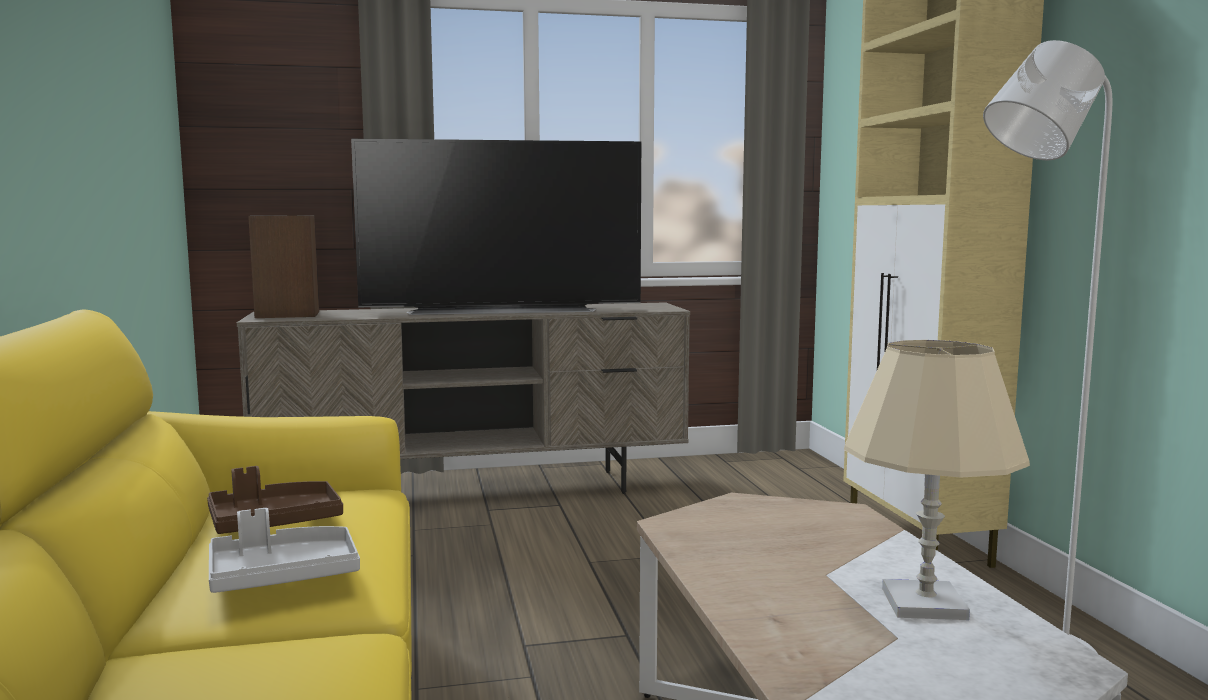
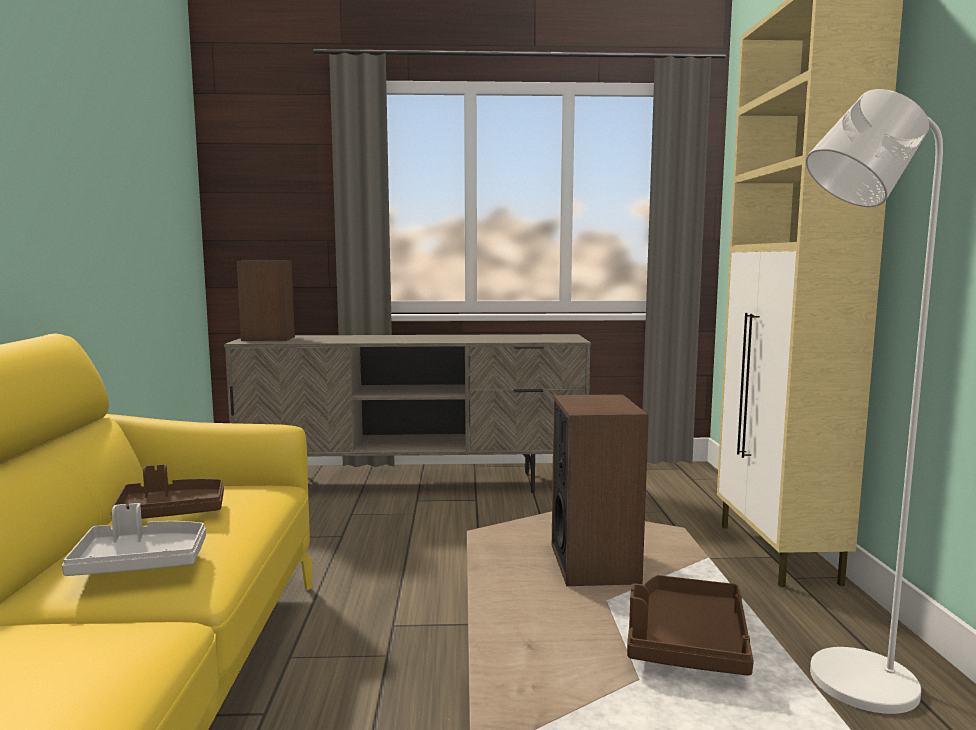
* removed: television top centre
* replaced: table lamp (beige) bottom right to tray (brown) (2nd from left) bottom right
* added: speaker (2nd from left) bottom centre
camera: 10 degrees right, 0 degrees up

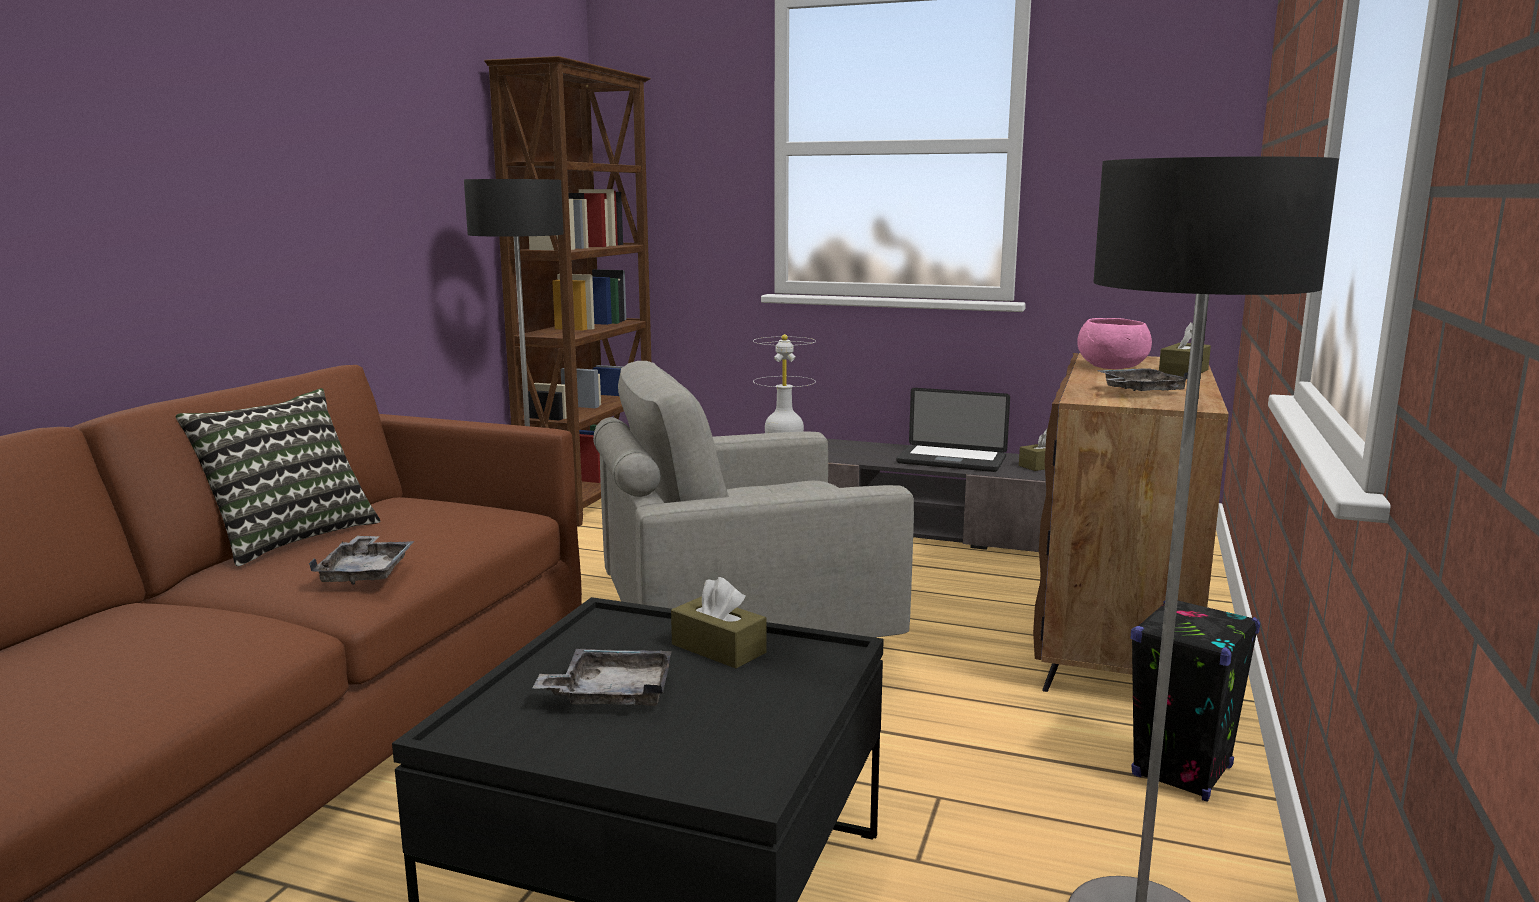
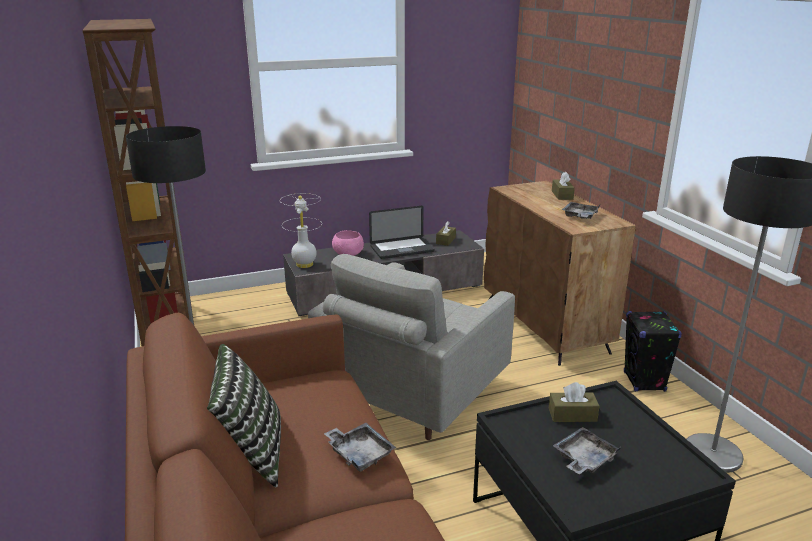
* moved: bowl (pink) middle right to centre
camera: 40 degrees left, 10 degrees up

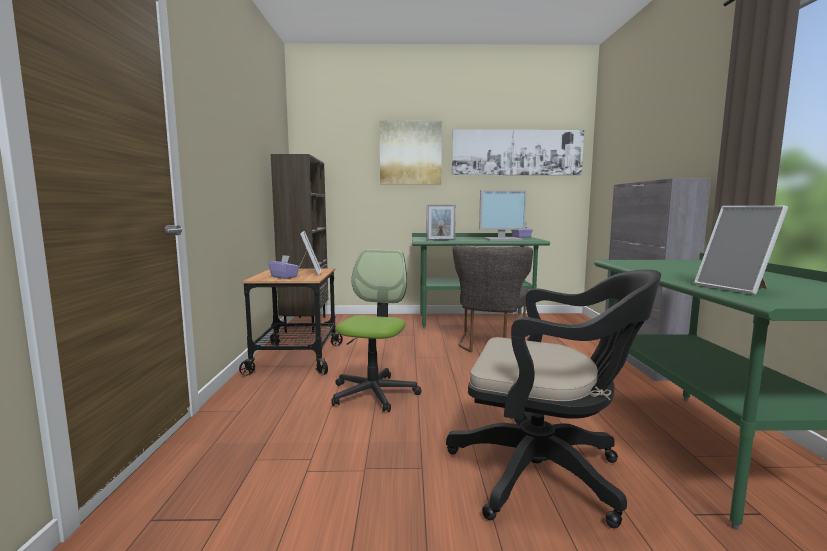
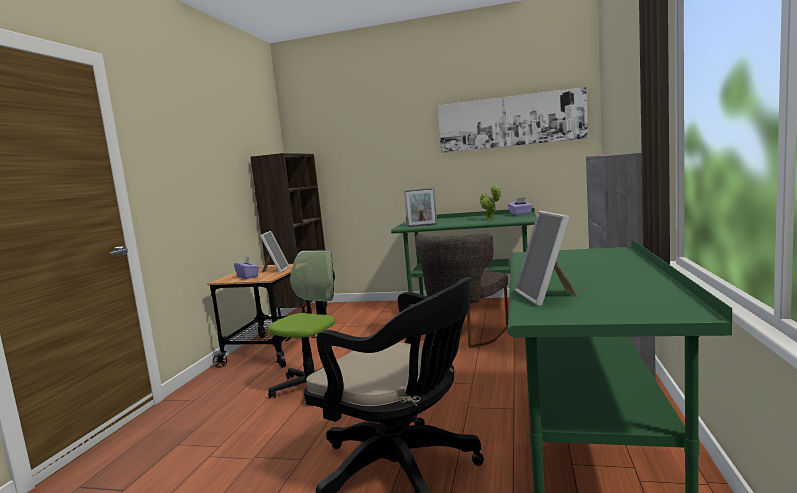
* removed: picture (1st from left) top centre
* replaced: monitor centre to potted plant centre
camera: 15 degrees right, 0 degrees up

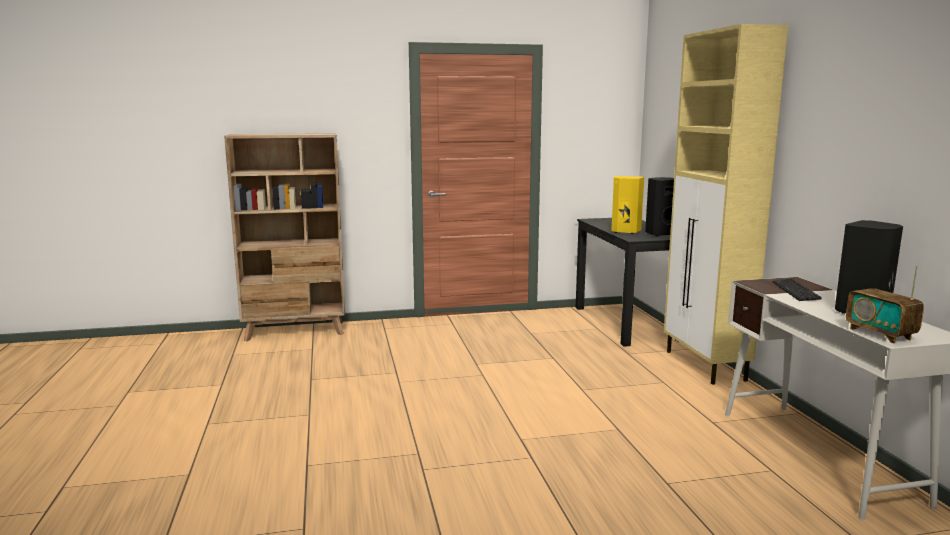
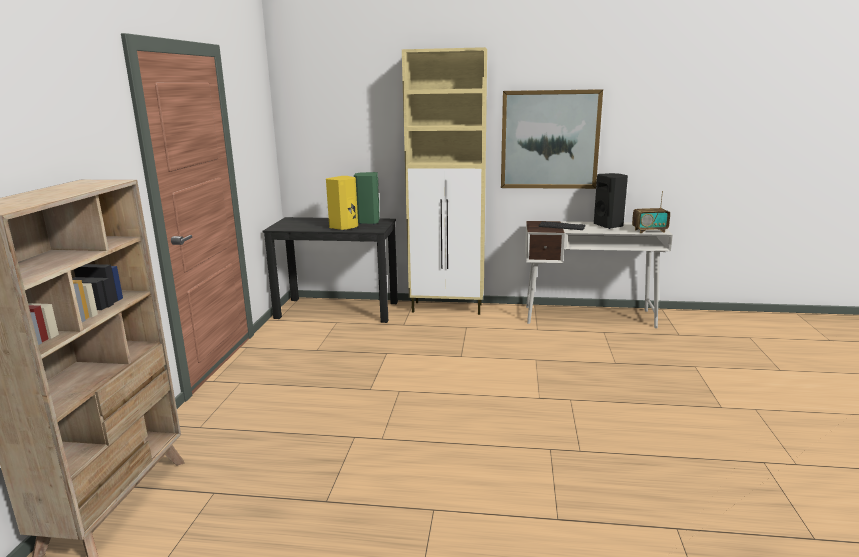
* recoloured: speaker (black) (1st from left) middle right to speaker (green) centre
* added: picture top centre
camera: 70 degrees left, 5 degrees up

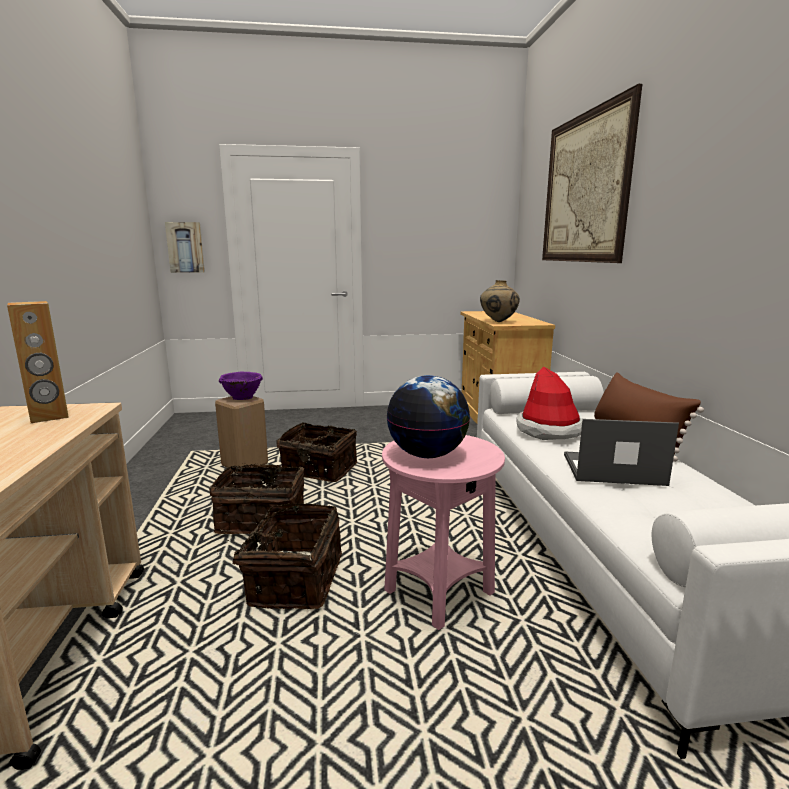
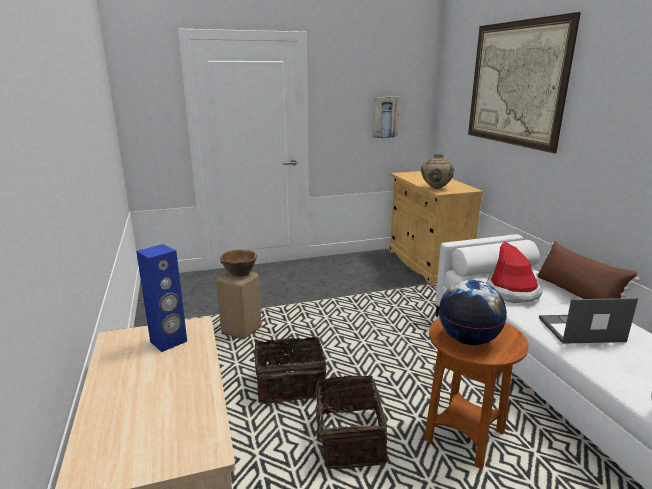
* recoloured: speaker (brown) middle left to speaker (blue) middle left
* moved: picture (1st from left) top left to top centre
* recoloured: bowl (purple) middle left to bowl (brown) centre
* removed: basket (3rd from left) centre
* recoloured: side table (pink) bottom centre to side table (brown) bottom right
camera: 10 degrees left, 5 degrees up

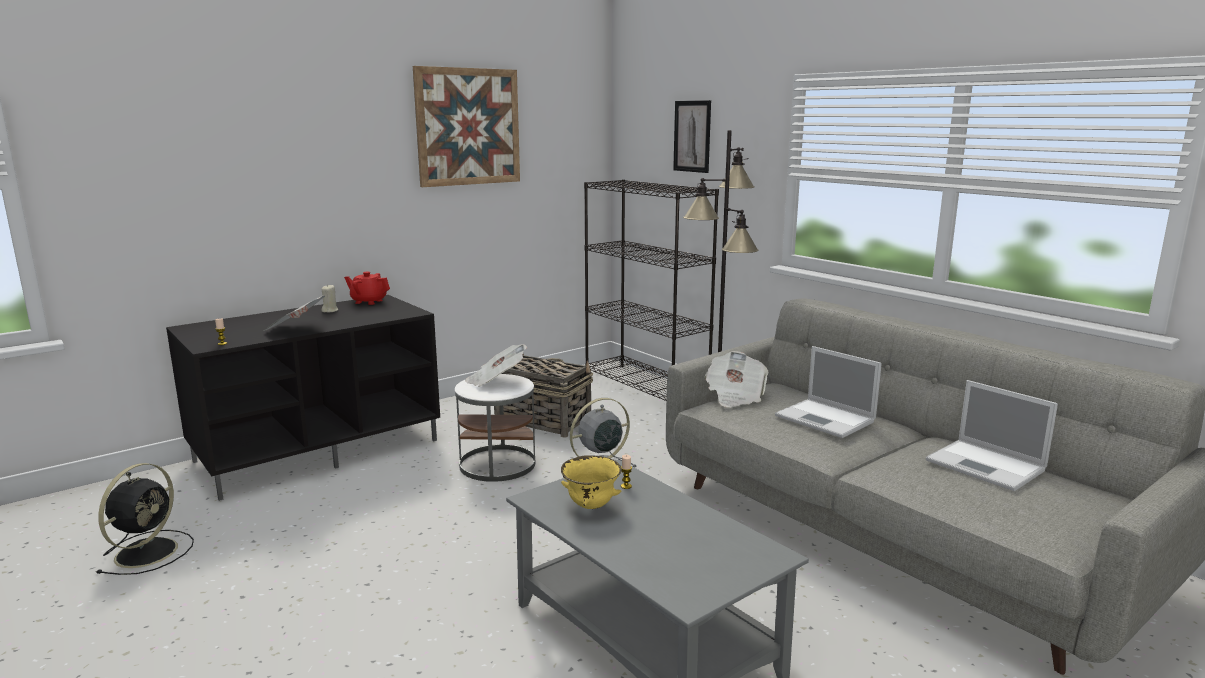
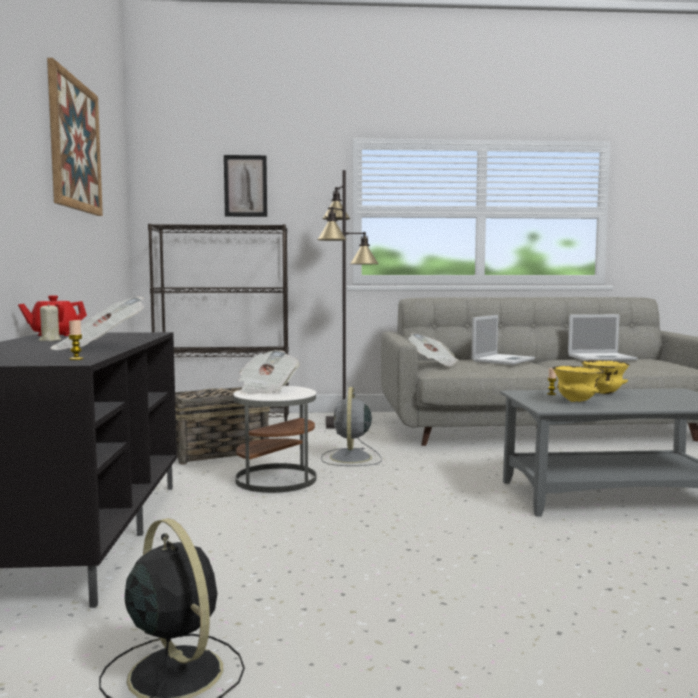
* turned: laptop (1st from left) middle right = middle right 45 degrees counterclockwise
* added: bowl (yellow) (2nd from left) middle right
camera: 55 degrees left, 10 degrees down

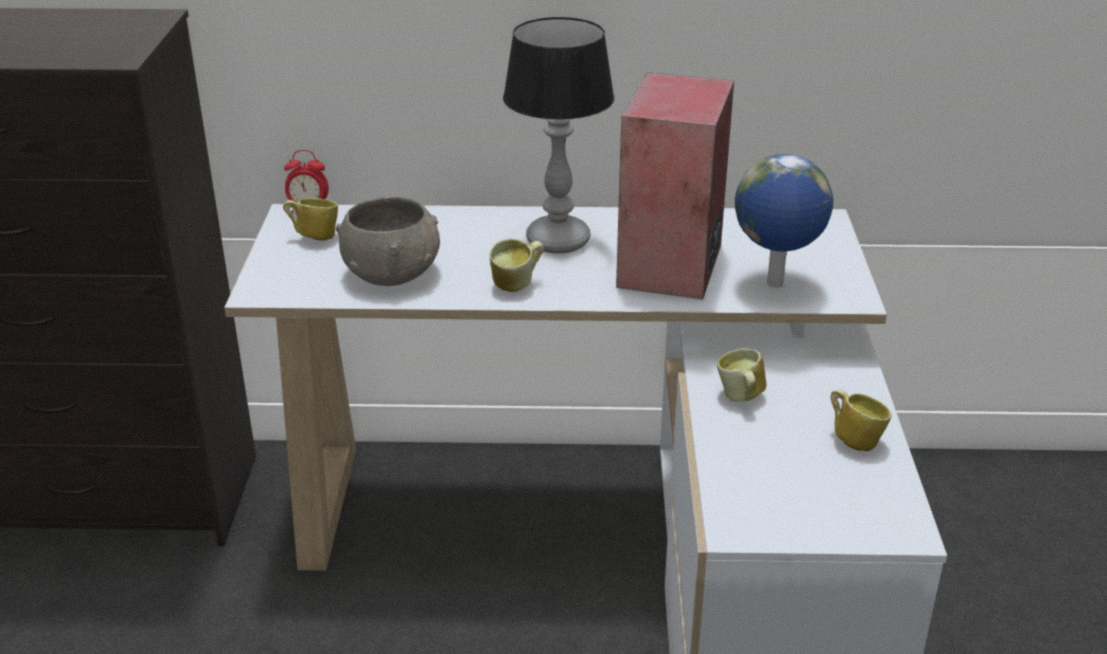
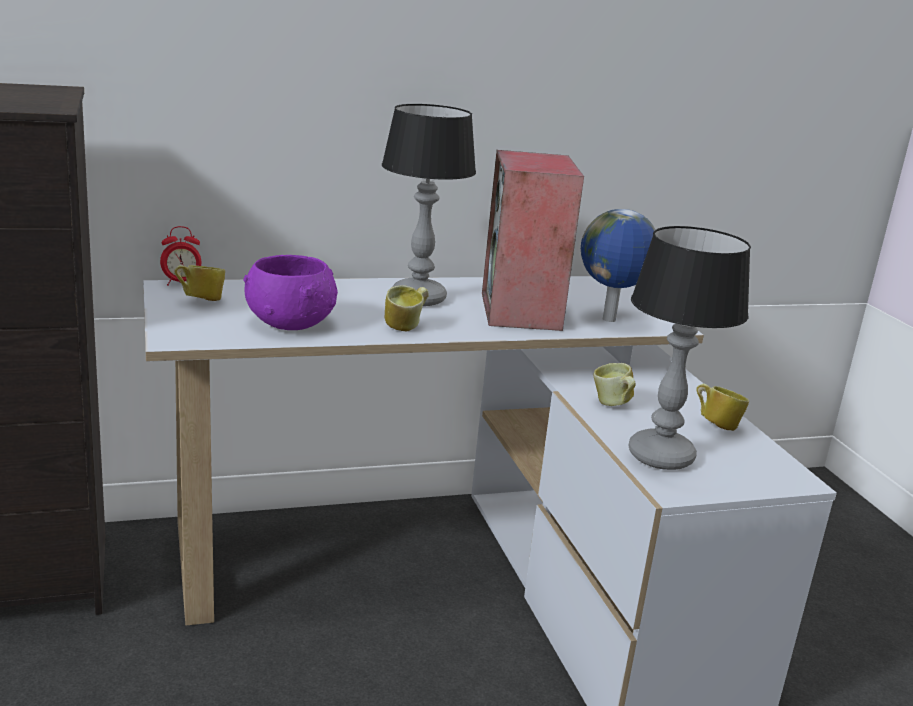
* recoloured: bowl (grey) centre to bowl (purple) middle left
* added: table lamp (2nd from left) middle right
camera: 20 degrees left, 10 degrees down

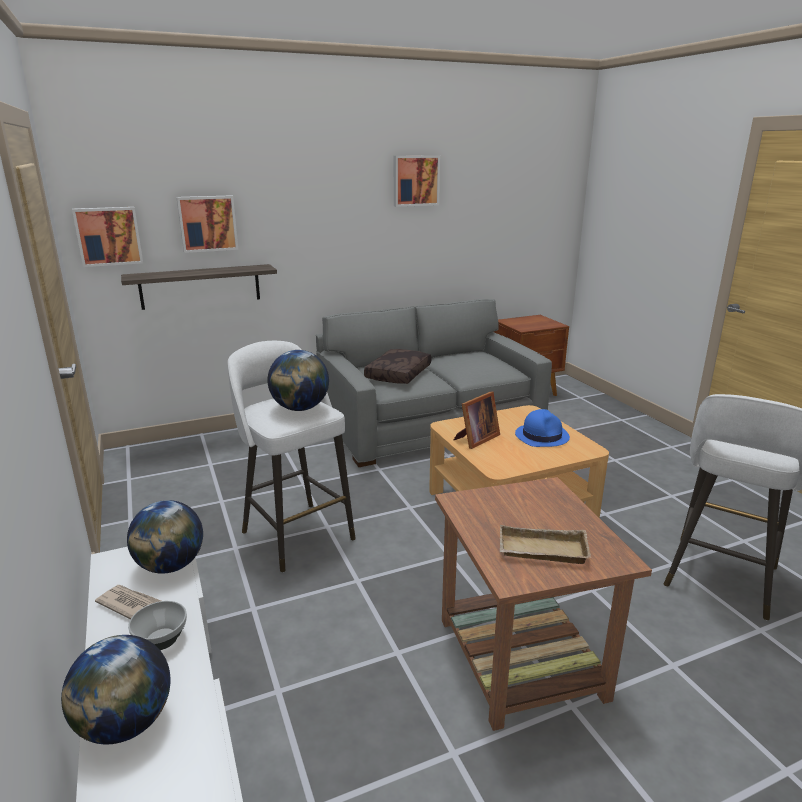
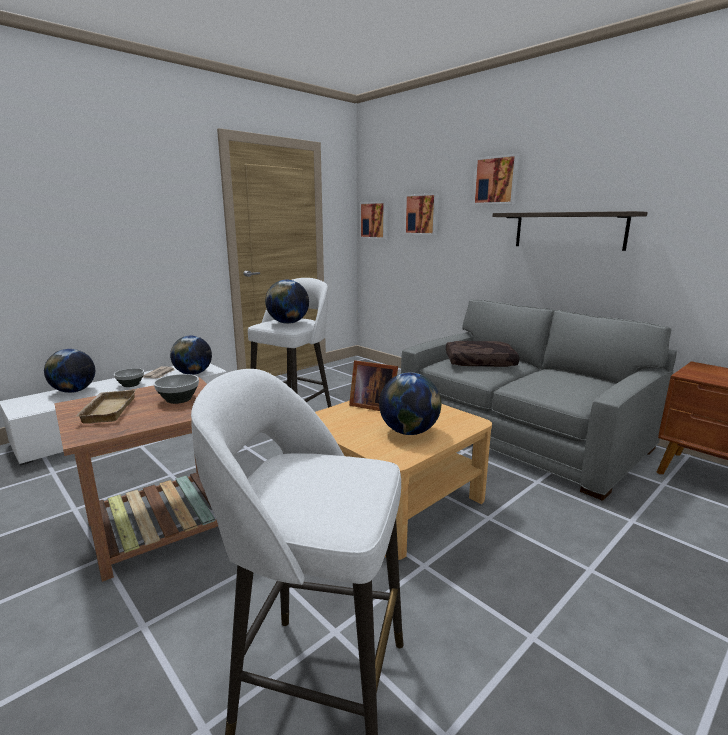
* moved: shelf middle left to top right
* moved: picture (3rd from left) top centre to top right
* replaced: hat (blue) middle right to globe (4th from left) centre
* added: bowl (2nd from left) middle left
camera: 70 degrees right, 5 degrees down

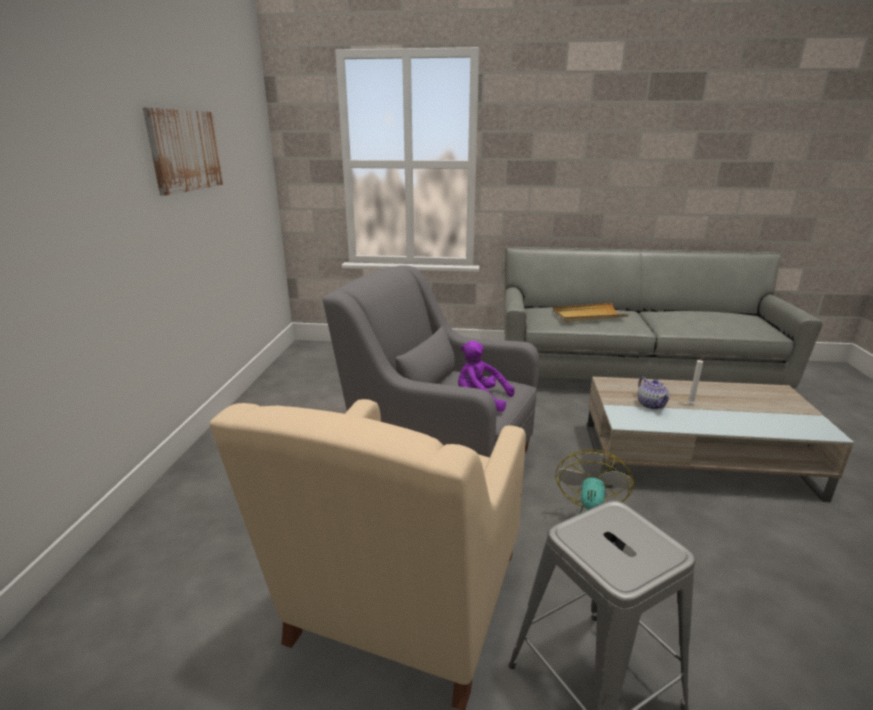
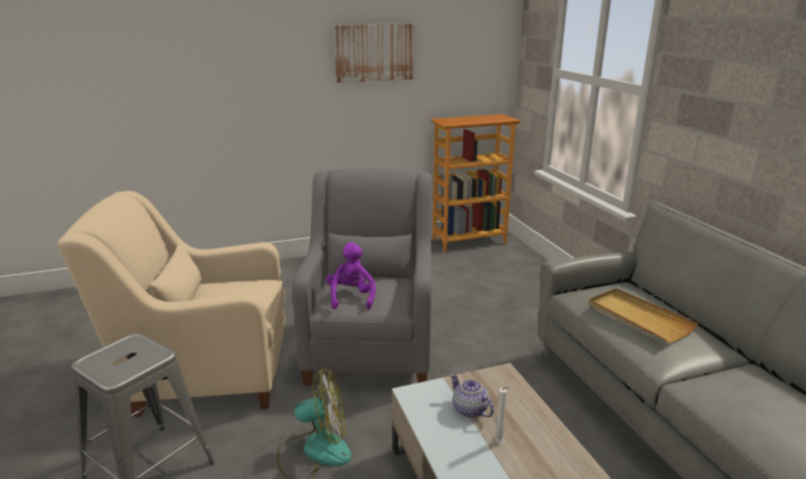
* turned: teapot middle right = bottom centre 90 degrees clockwise
* added: bookcase centre
camera: 65 degrees right, 0 degrees up

